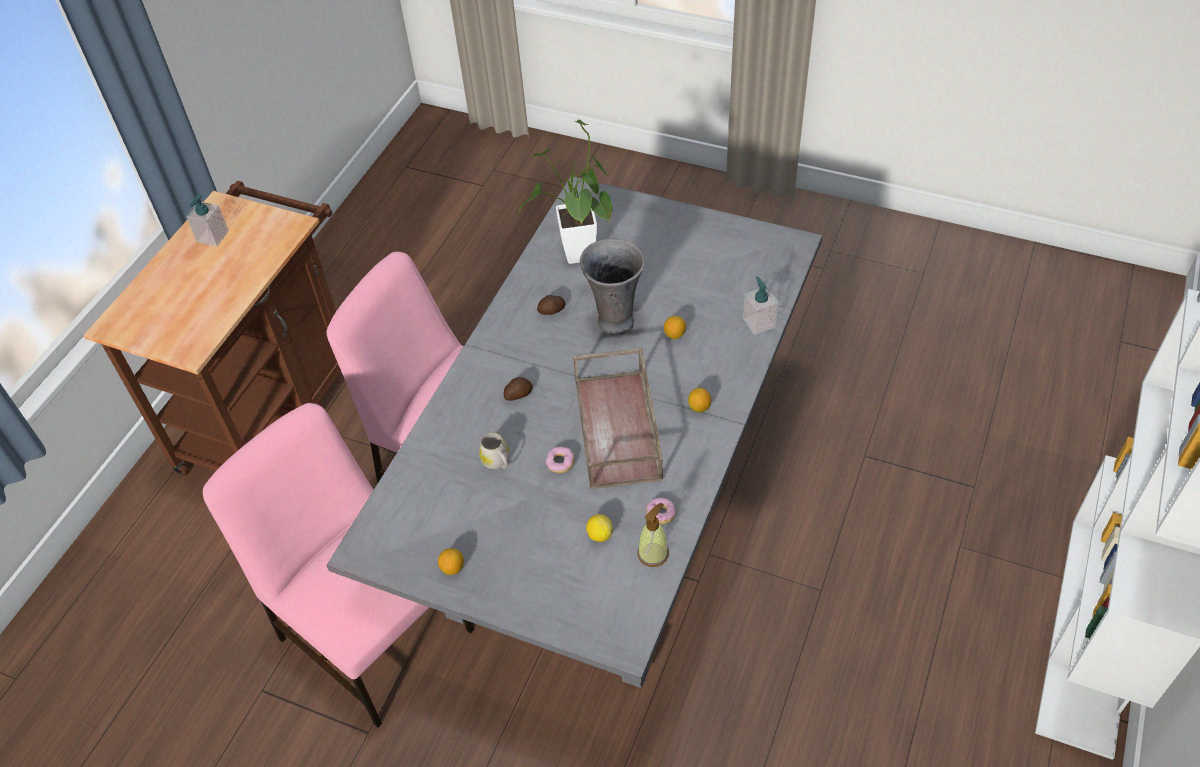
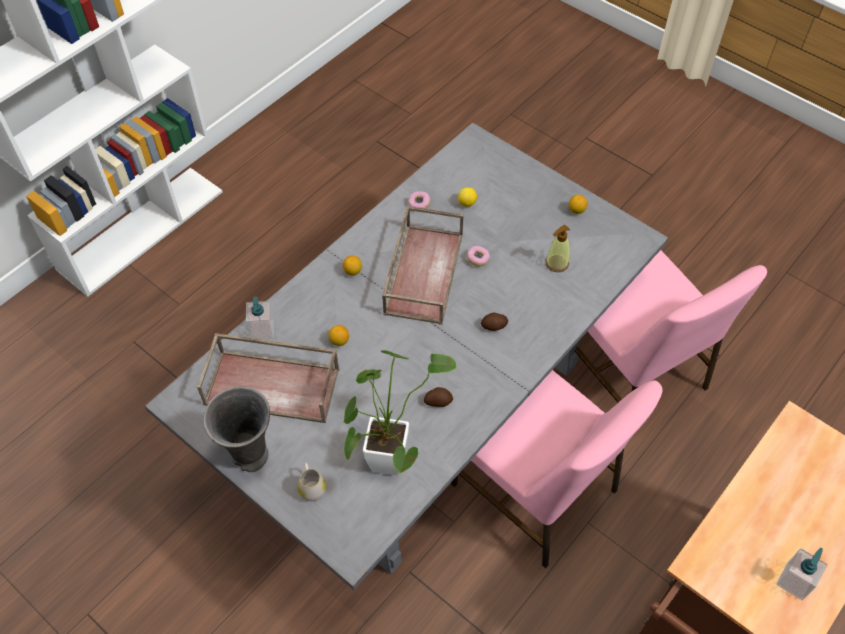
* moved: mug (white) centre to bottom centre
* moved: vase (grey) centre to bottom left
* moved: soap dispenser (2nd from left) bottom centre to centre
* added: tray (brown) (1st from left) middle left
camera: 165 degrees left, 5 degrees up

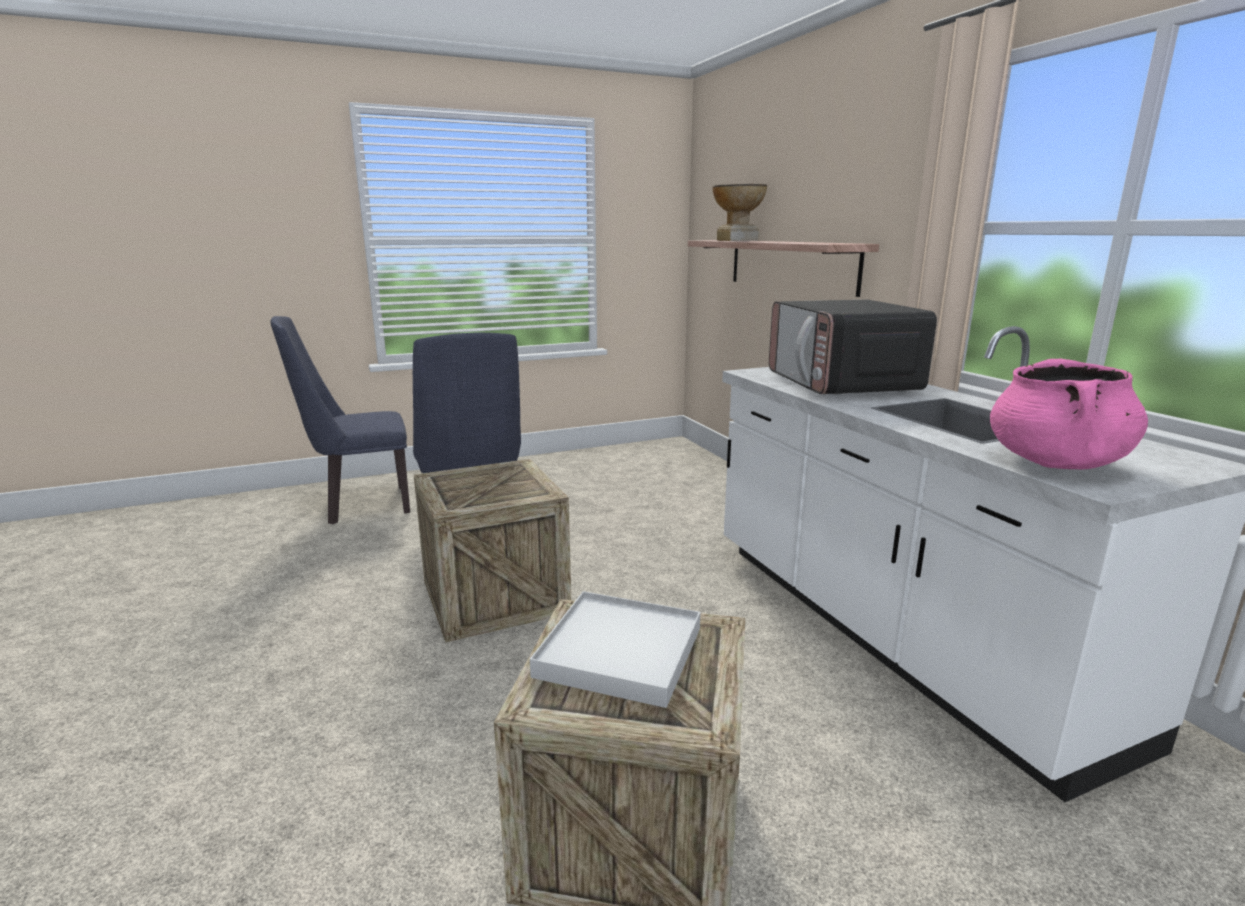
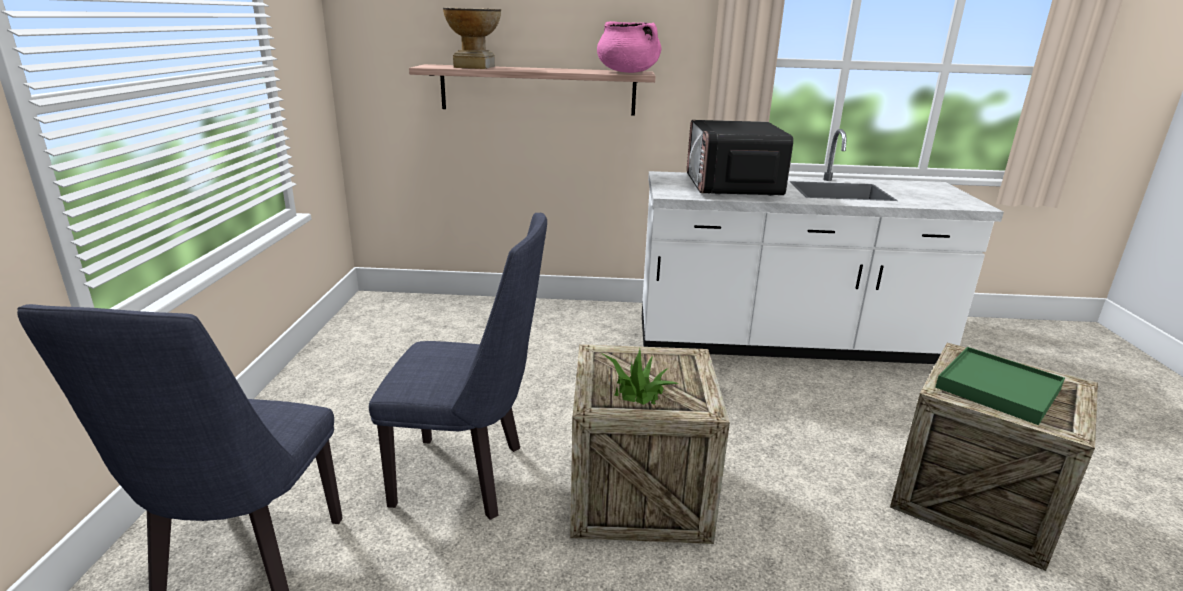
* recoloured: tray (white) bottom centre to tray (green) middle right
* turned: microwave middle right = top centre 75 degrees clockwise
* moved: cooking pot (pink) middle right to top centre
* added: potted plant centre
camera: 65 degrees left, 5 degrees up

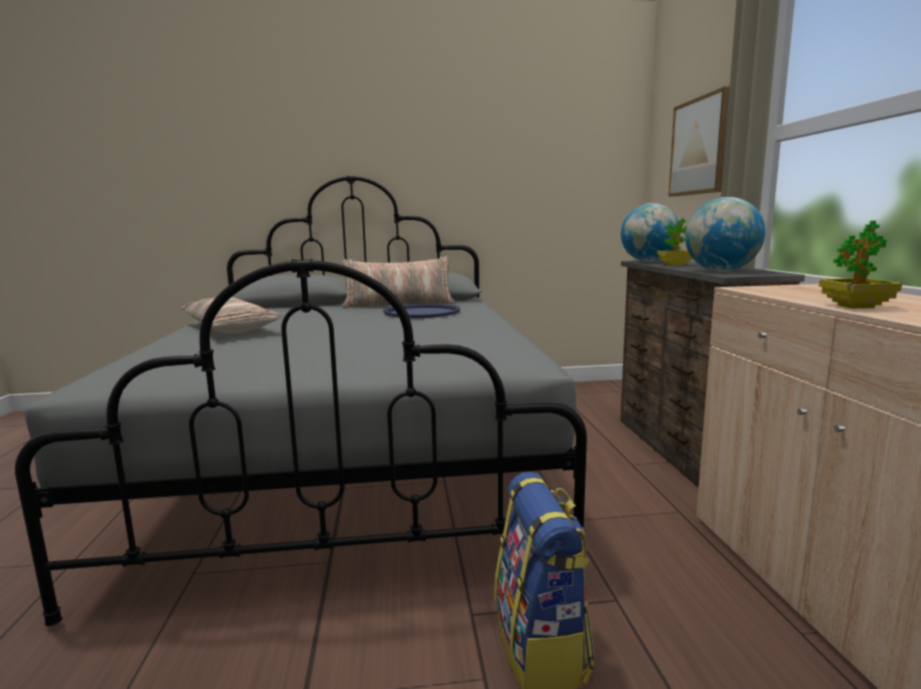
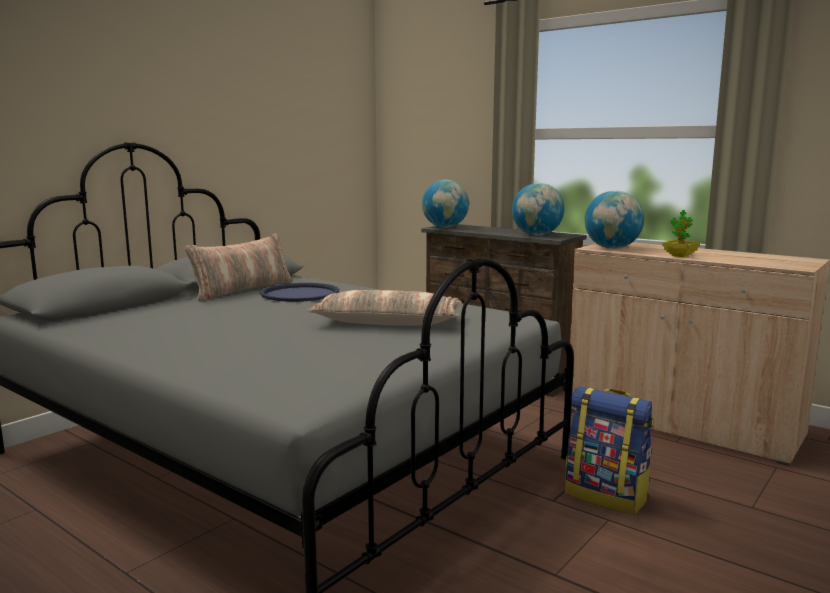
* moved: pillow (1st from left in the first image) middle left to pillow (2nd from left) centre
* removed: potted plant (1st from left) middle right
* removed: picture top right
* added: globe (3rd from left) middle right
camera: 45 degrees left, 0 degrees up

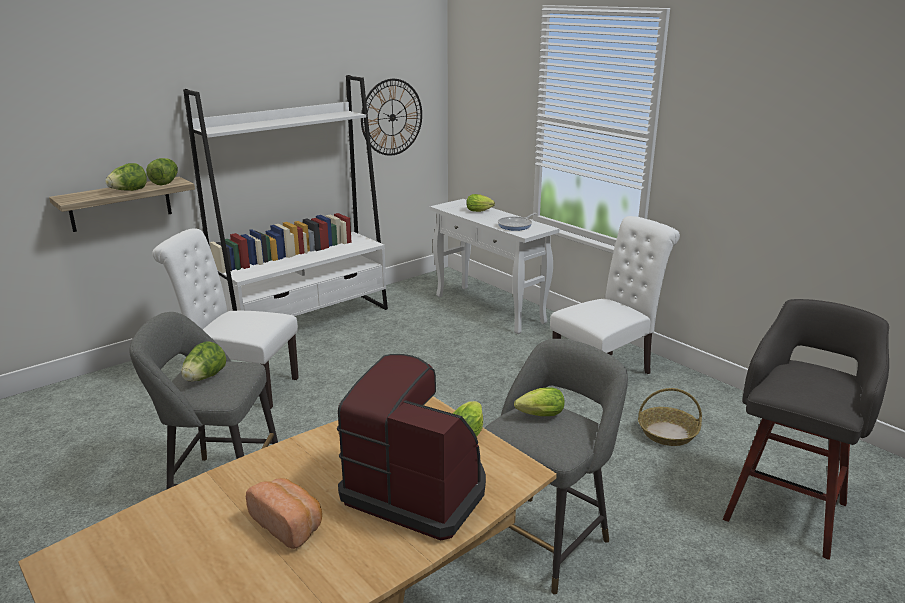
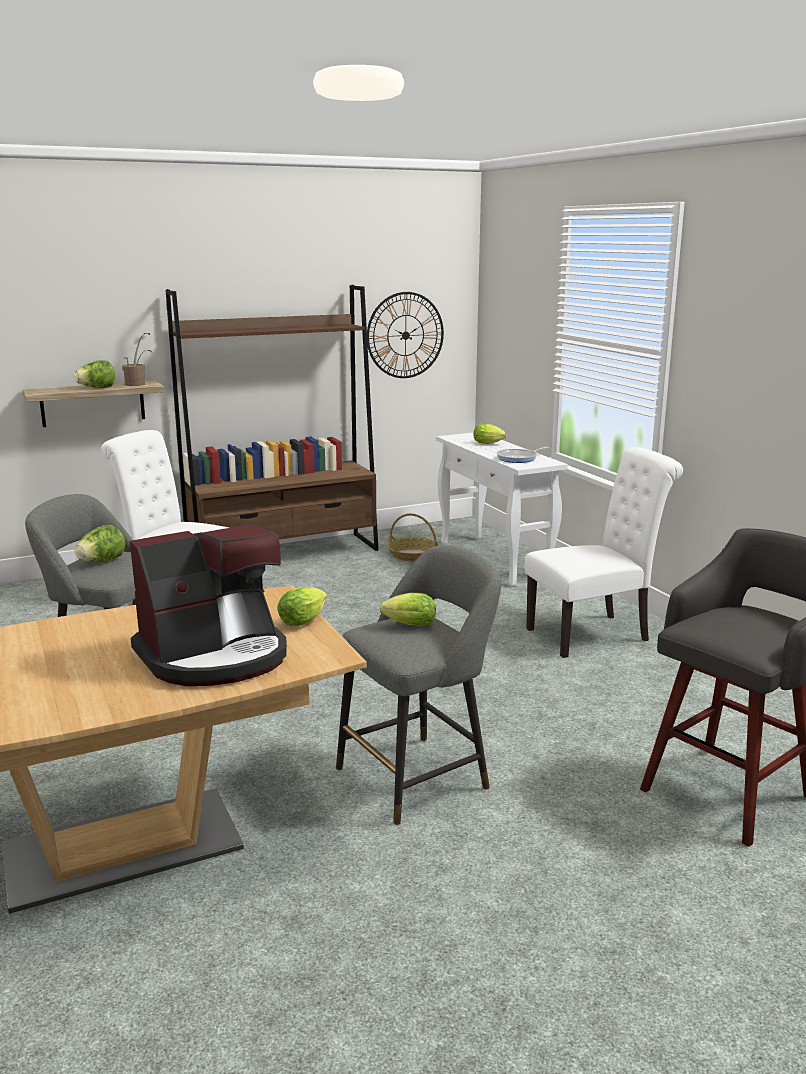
* replaced: lettuce (2nd from left) top left to potted plant middle left
* recoloured: bookcase (white) top left to bookcase (brown) centre
* removed: bread bottom left
* turned: coffee machine bottom centre = middle left 105 degrees clockwise
* moved: basket bottom right to centre
camera: 15 degrees right, 5 degrees down

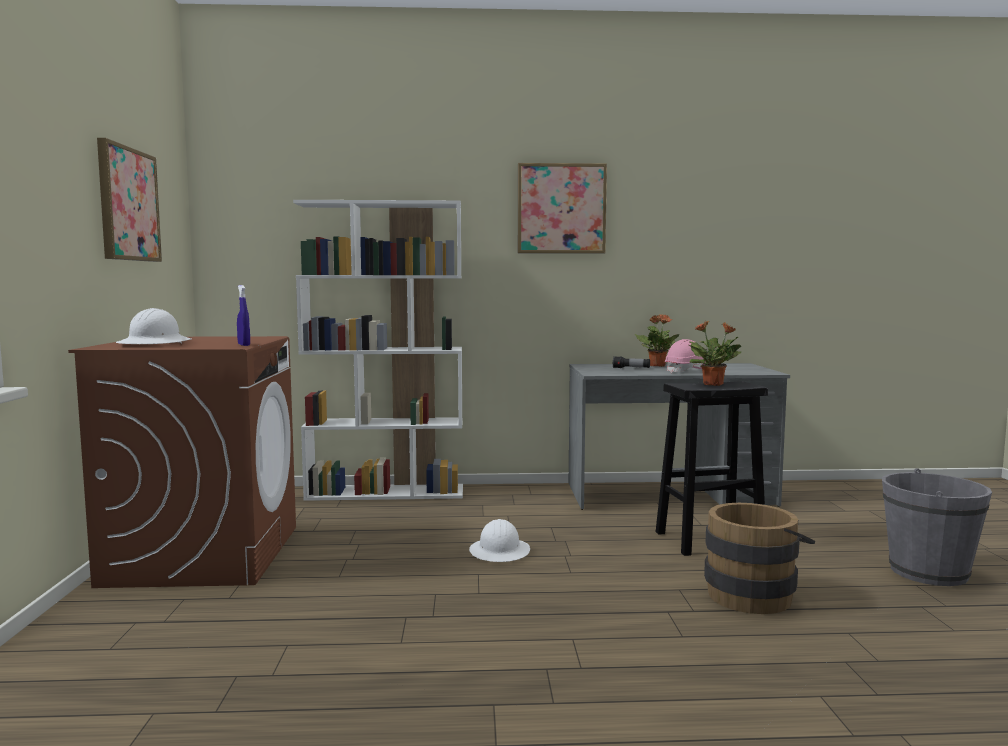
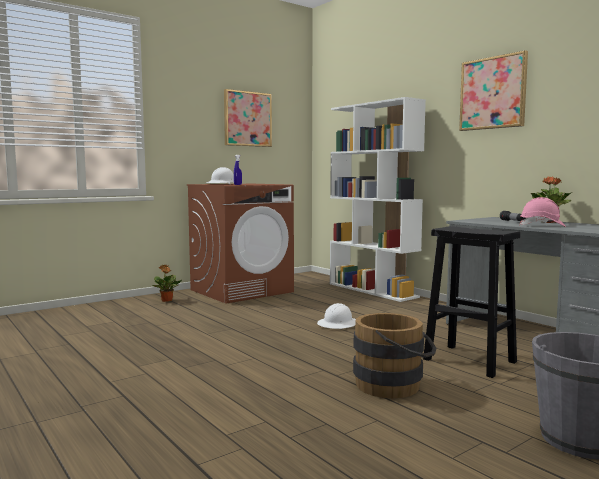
* moved: potted plant (2nd from left in the first image) middle right to potted plant (1st from left) middle left
camera: 55 degrees right, 0 degrees up

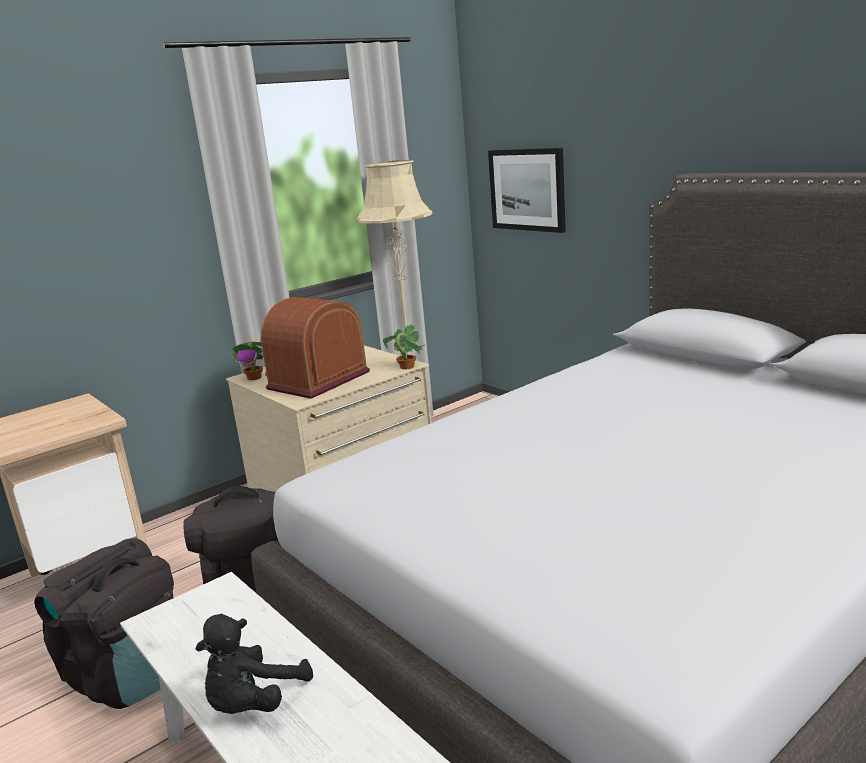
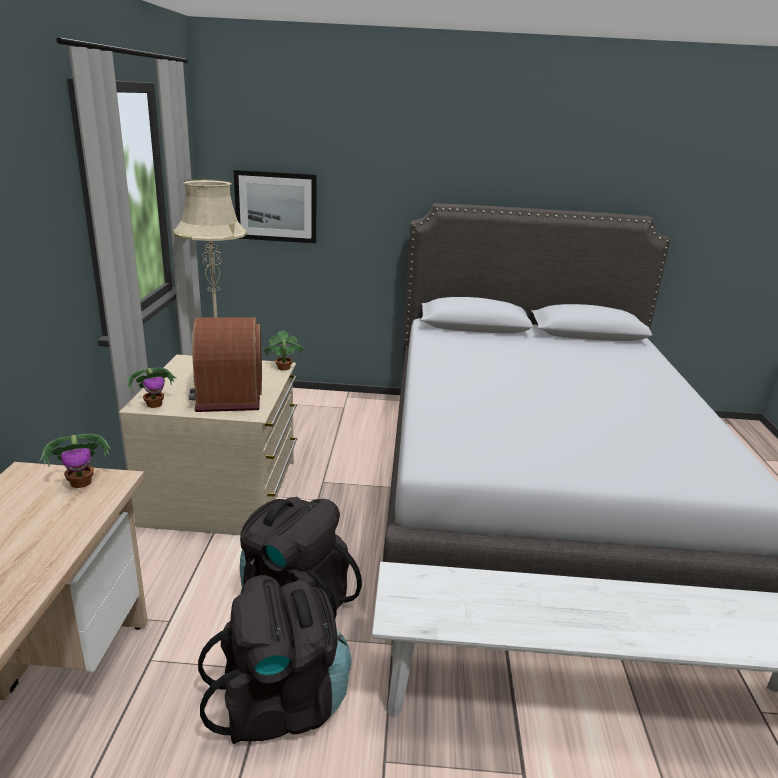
* removed: plush toy (black) bottom left
* added: potted plant (1st from left) middle left
camera: 50 degrees left, 5 degrees up

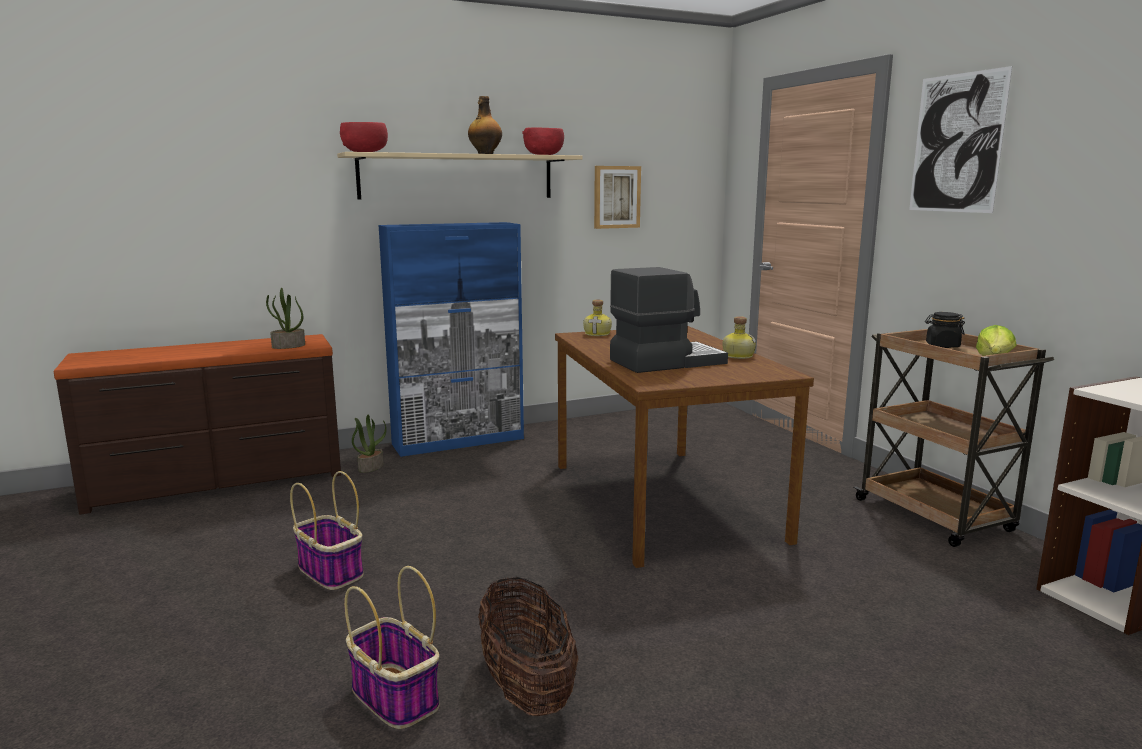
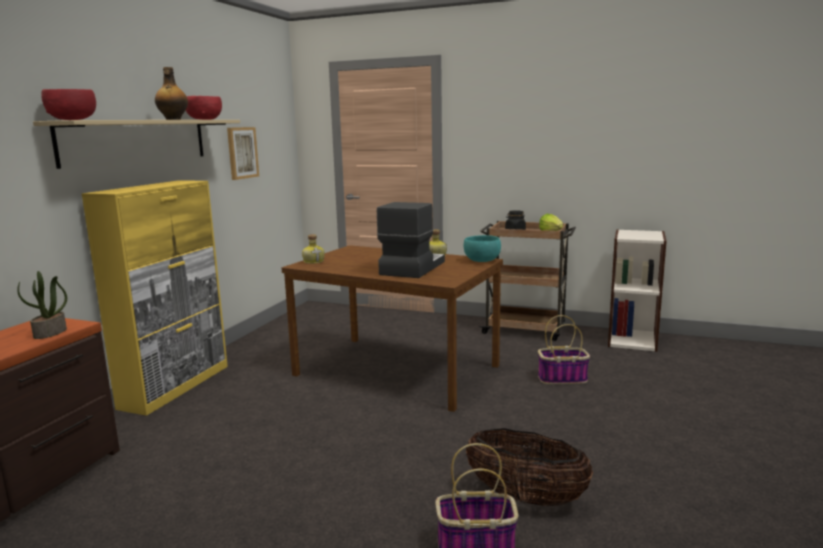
* moved: basket (1st from left in the first image) bottom left to basket (3rd from left) middle right
* removed: potted plant (2nd from left) middle left
* recoloured: cabinet (blue) centre to cabinet (yellow) middle left
* removed: picture (2nd from left) top right
* added: bowl (turquoise) centre
camera: 45 degrees left, 0 degrees up

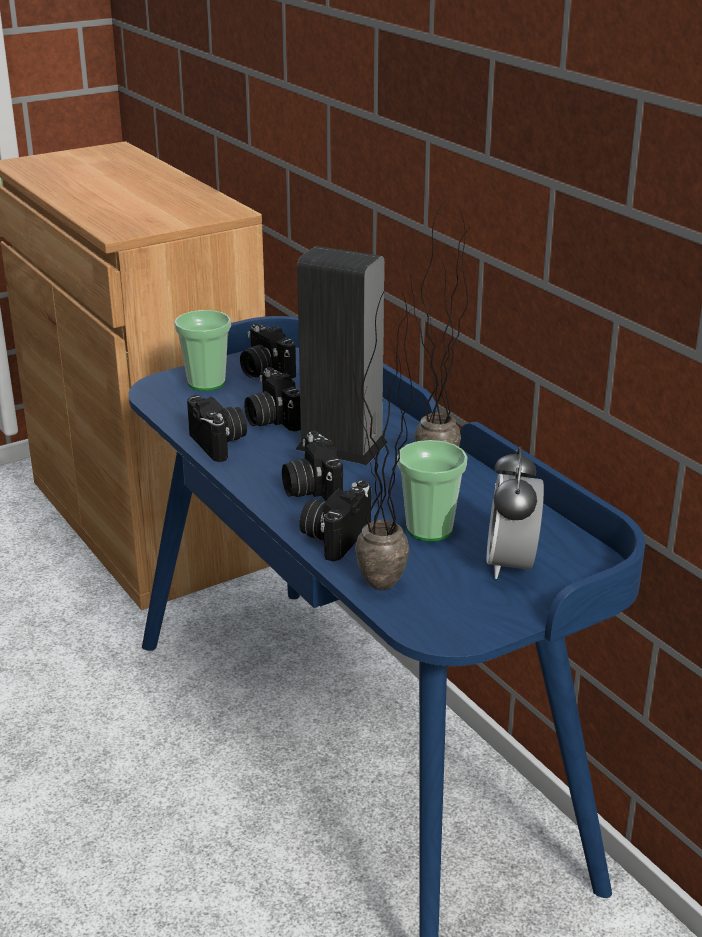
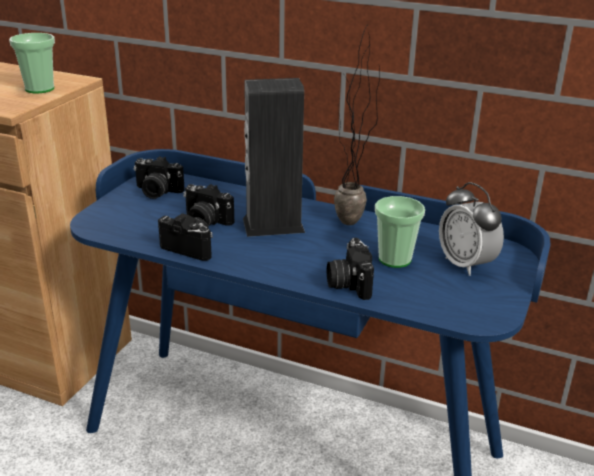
* moved: cup (1st from left) middle left to top left
* removed: photo camera (4th from left) centre
* removed: potted plant (1st from left) centre
camera: 35 degrees left, 0 degrees up

